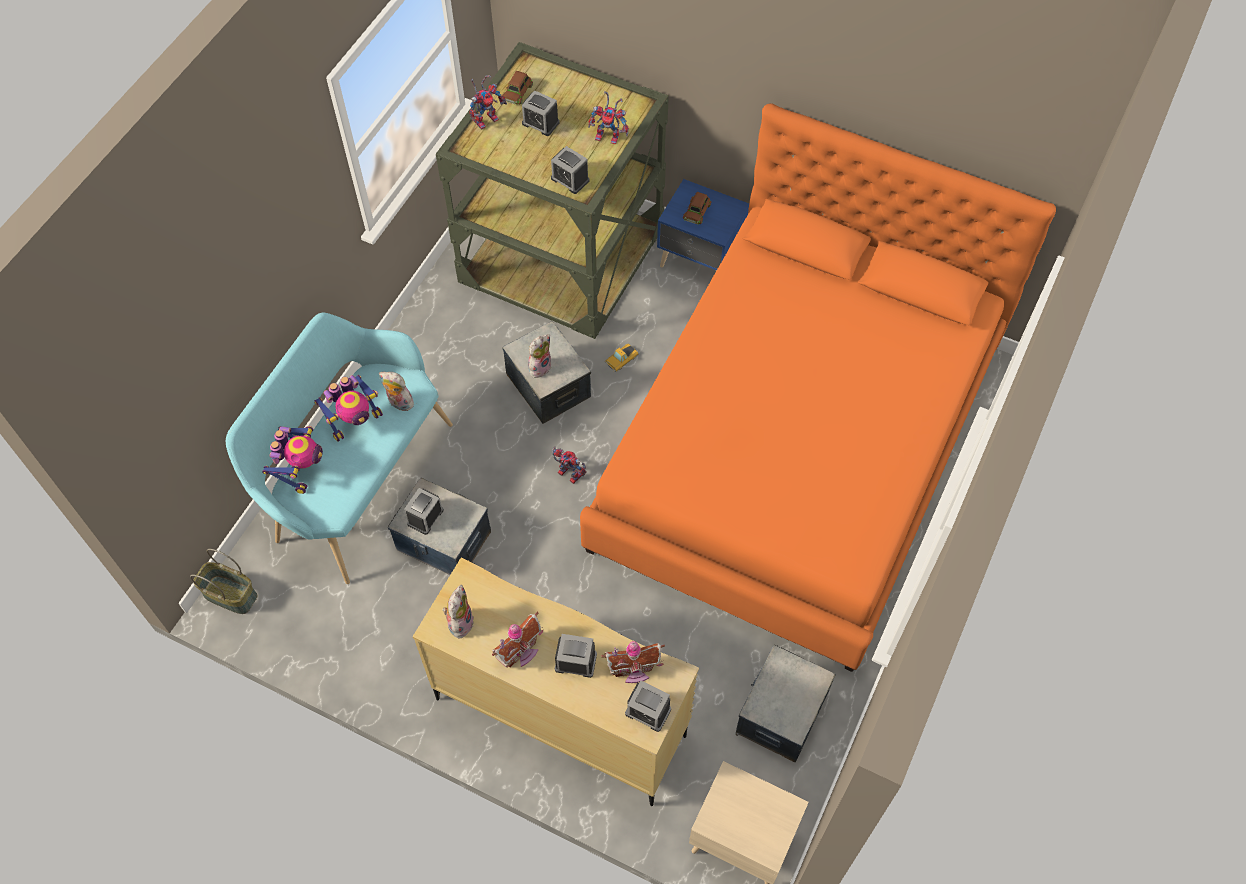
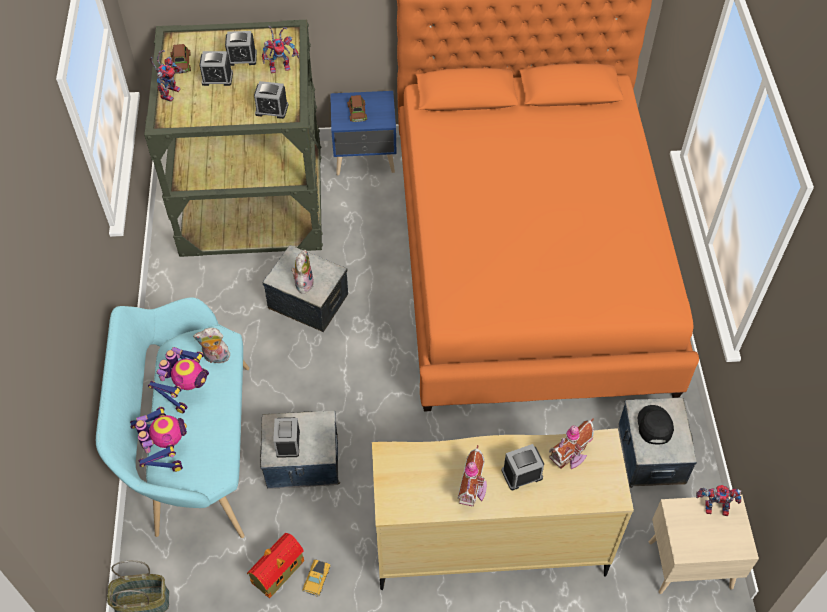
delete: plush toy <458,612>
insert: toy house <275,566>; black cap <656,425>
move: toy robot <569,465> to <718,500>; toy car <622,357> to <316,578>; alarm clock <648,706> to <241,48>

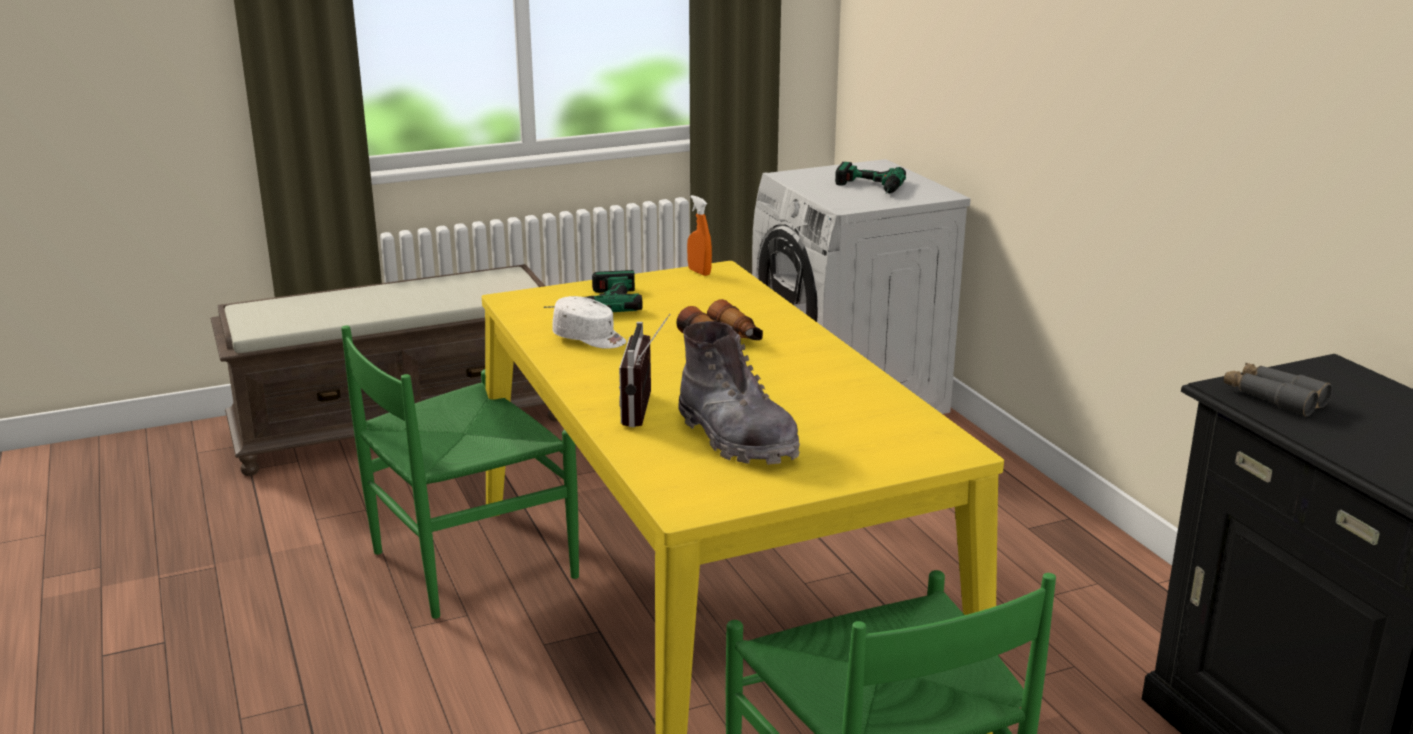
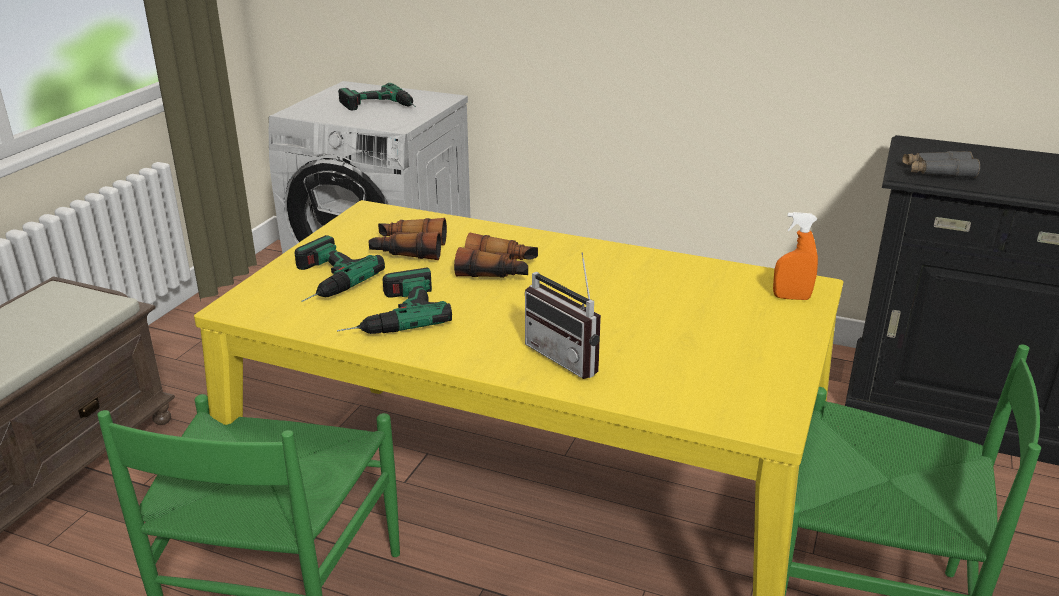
delete: grey boot <739,393>
insert: binoculars <408,239>
move: orange spray bottle <699,235> to <795,256>
replace: white cap <589,322> to power drill <394,301>

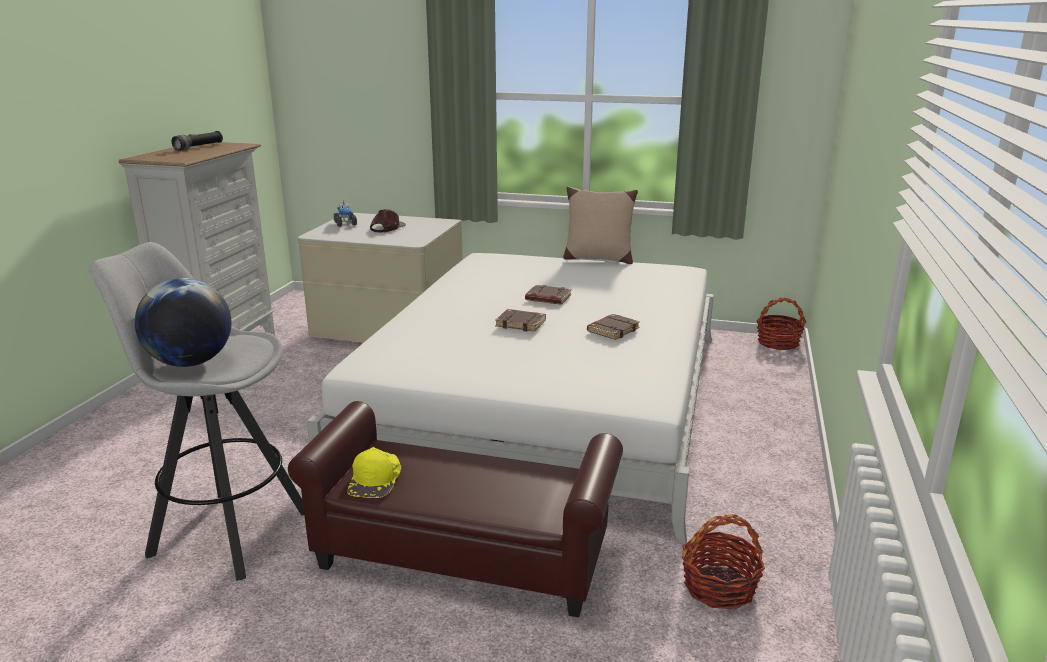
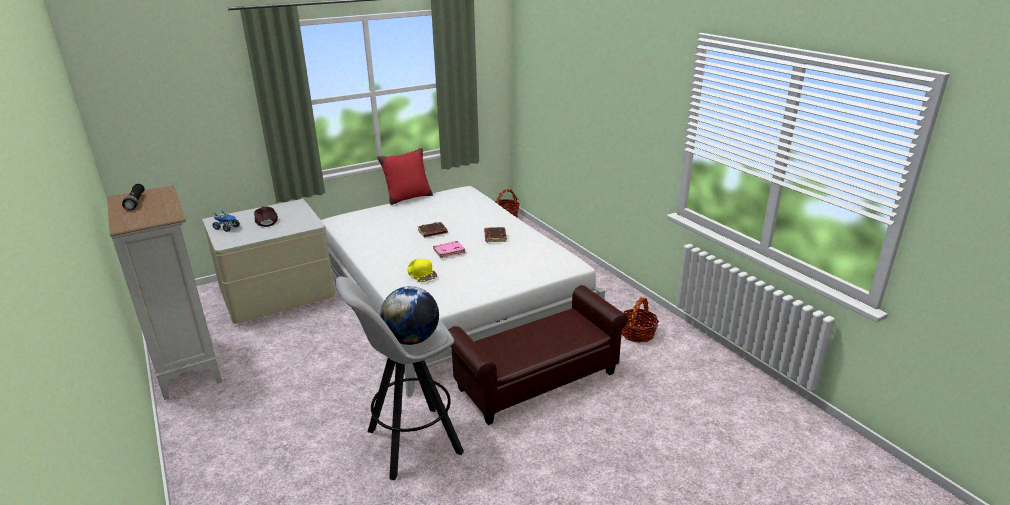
move: yellow cap <374,472> to <422,270>
recolor: brown book <520,320> to pink book <449,249>; beige pillow <600,225> to red pillow <405,176>

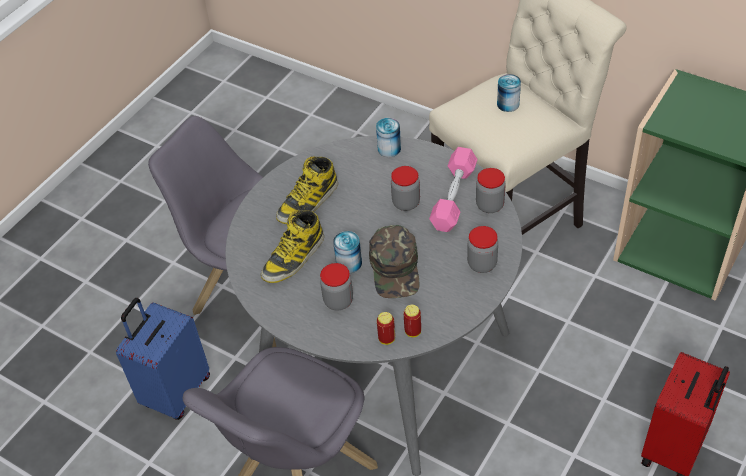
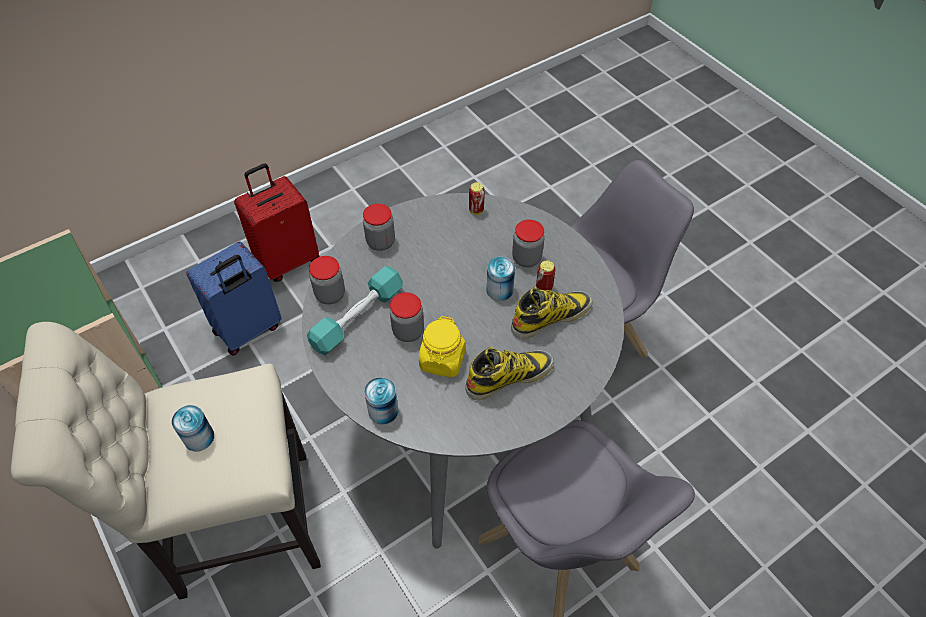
delete: green cap <394,261>
insert: yellow jar <442,347>
move: blue suitcase <163,359> to <234,298>; can <386,328> to <546,276>
recolor: pink dumbbell <453,189> to turquoise dumbbell <355,310>

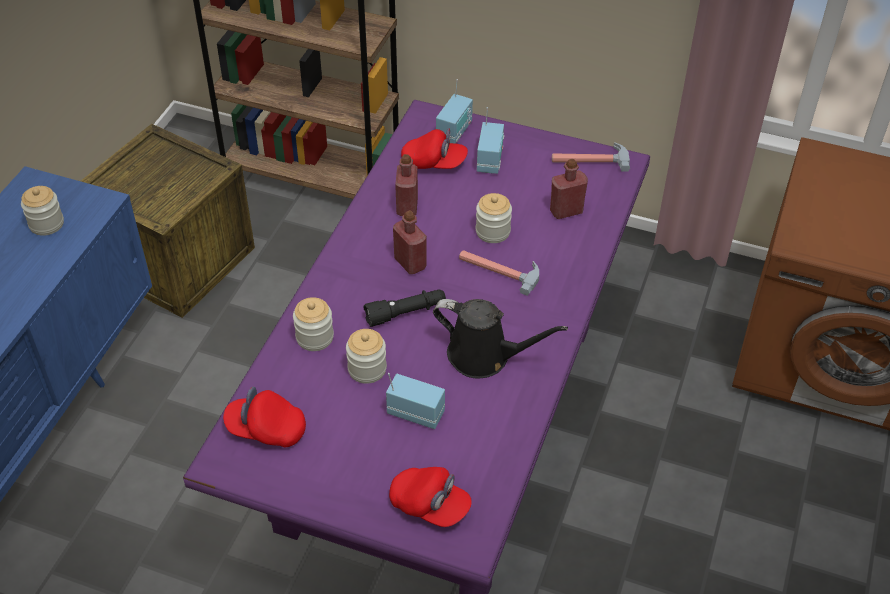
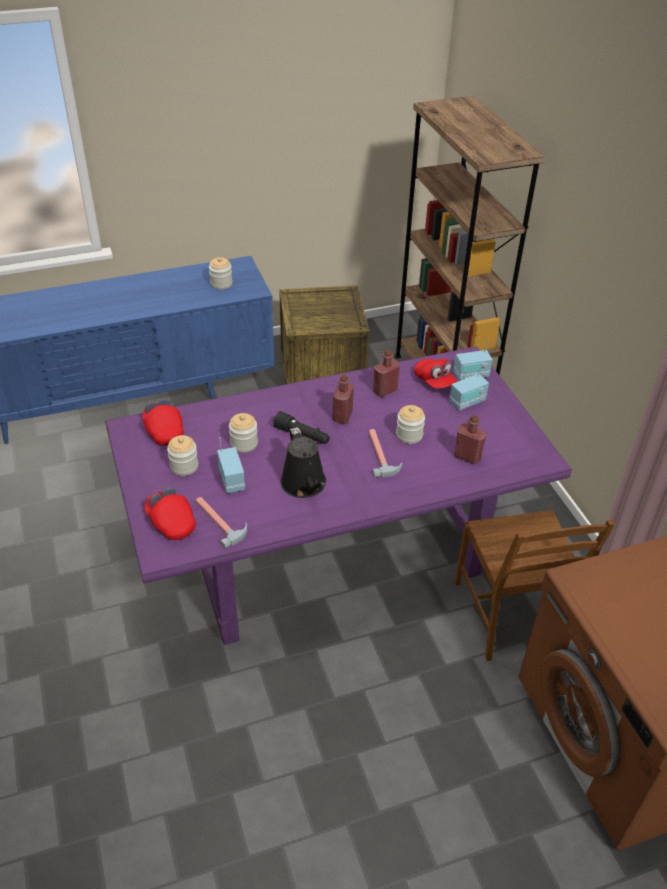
insert: brown chair <535,585>
move: jar <313,324> to <182,455>; hammer <591,157> to <221,523>
rotate: red cap <430,497> = <170,513> 150 degrees clockwise

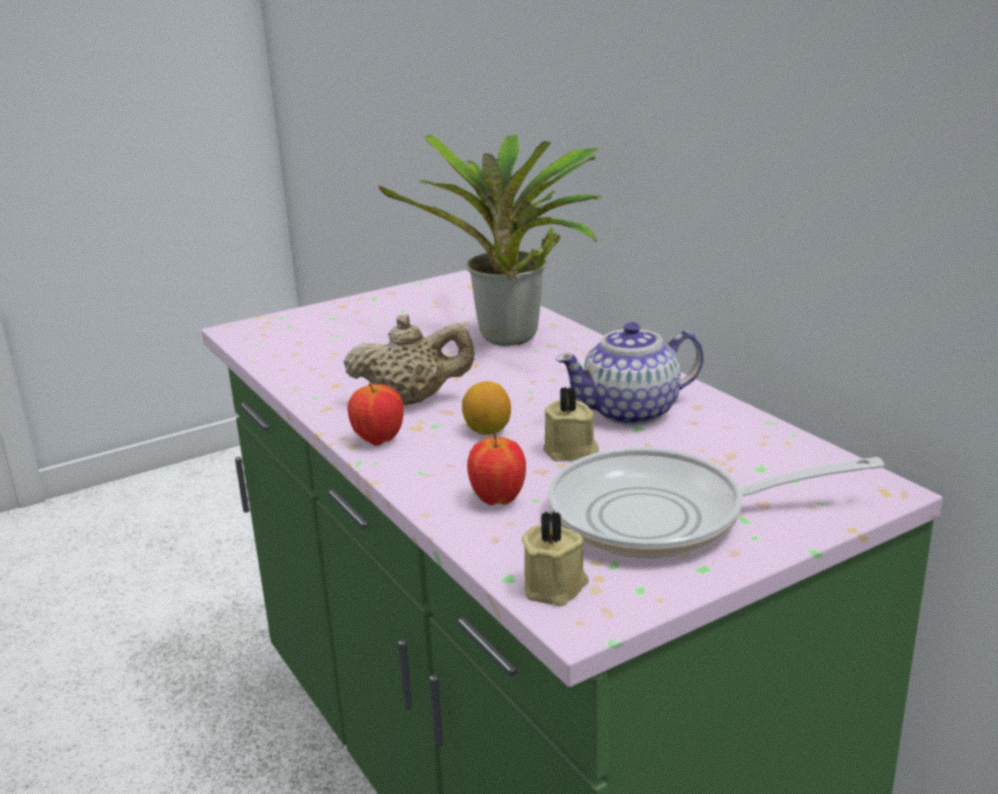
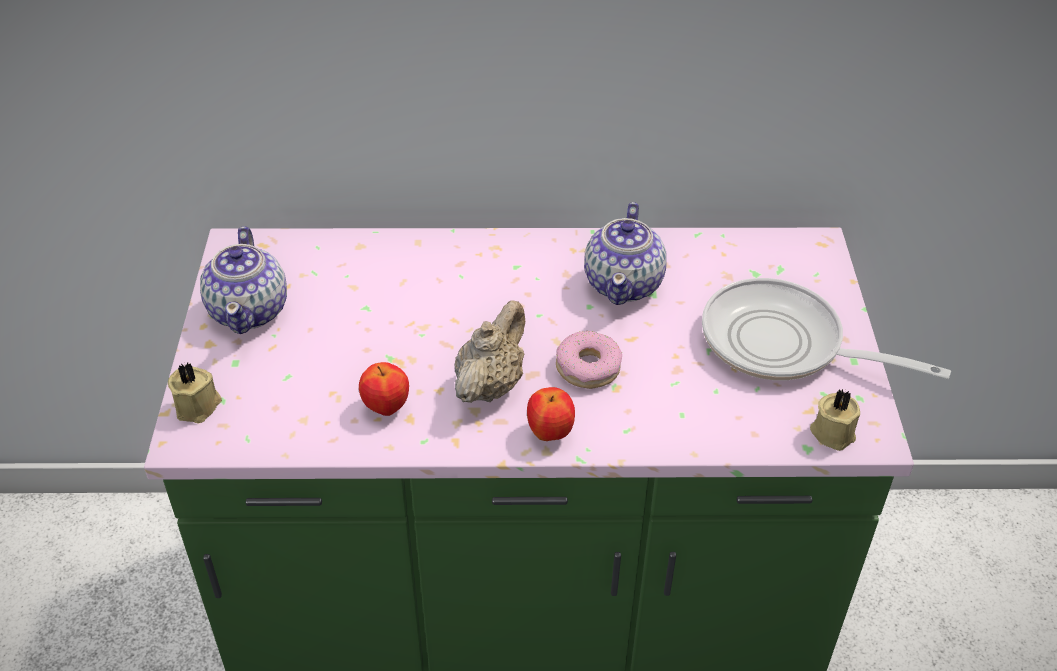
delete: potted plant <490,240>
insert: teapot <243,280>
move: apple <496,468> to <384,389>; beige candle <571,424> to <195,393>
replace: lemon <486,408> to donut <589,360>
rotate: frying pan <716,502> = <826,329> 90 degrees clockwise

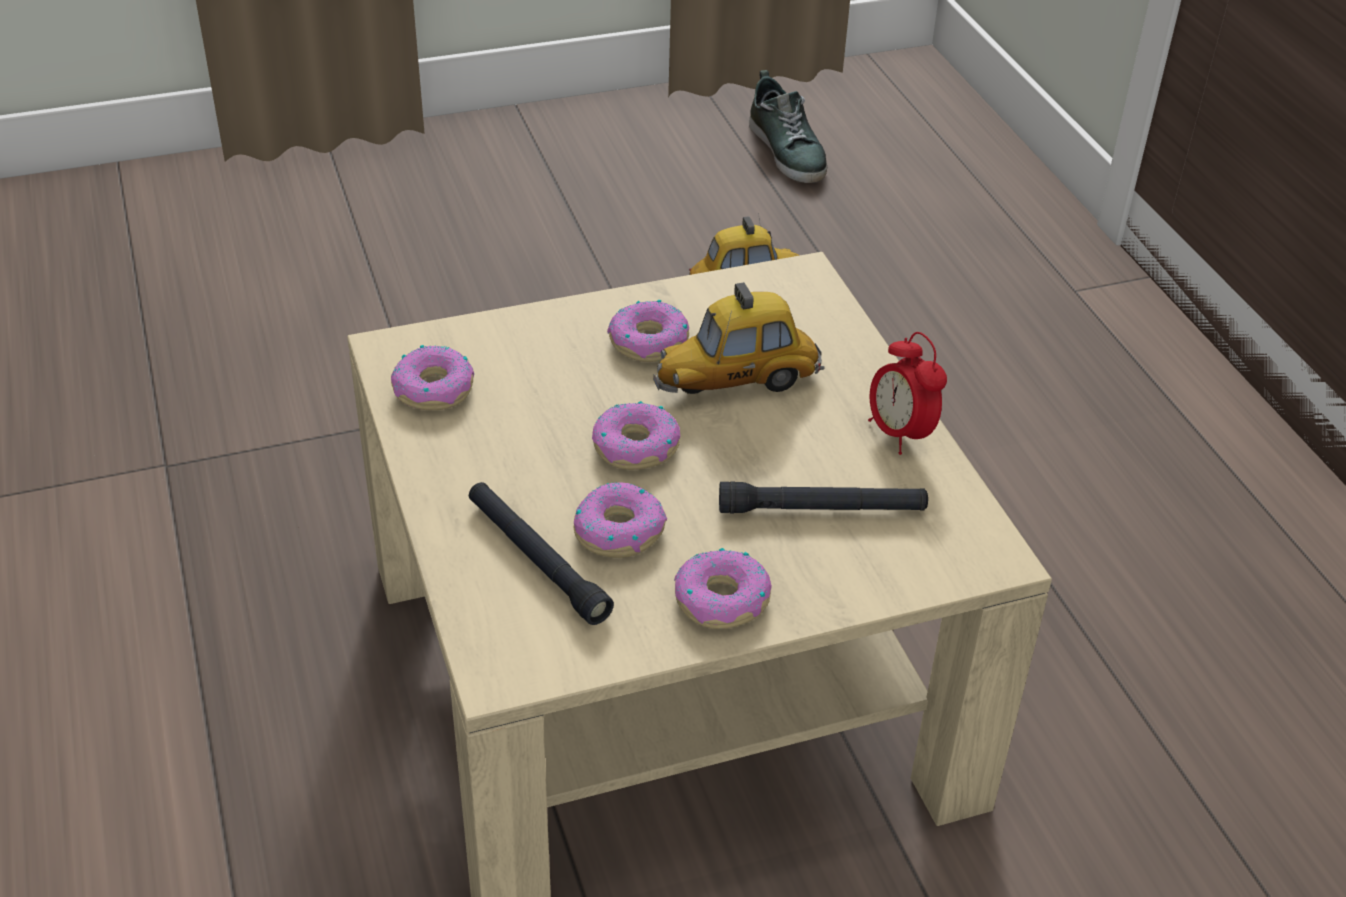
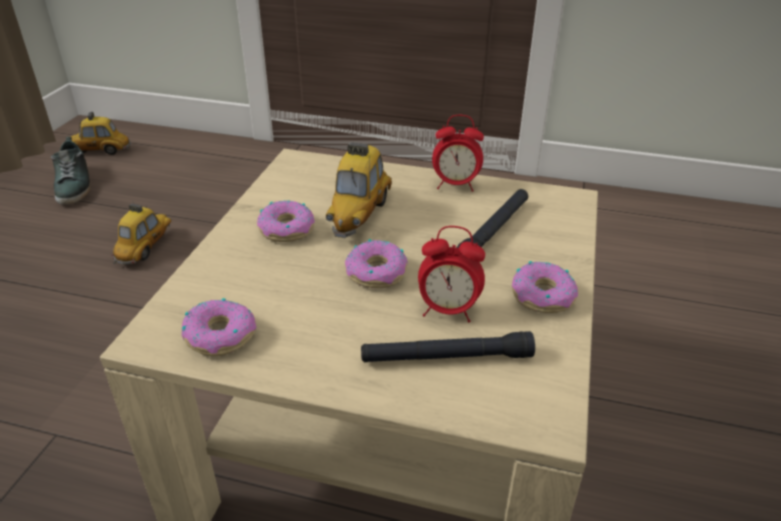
insert: toy car <98,133>
replace: donut <620,520> to alarm clock <451,274>
rotate: shoe <788,126> = <71,171> 60 degrees clockwise

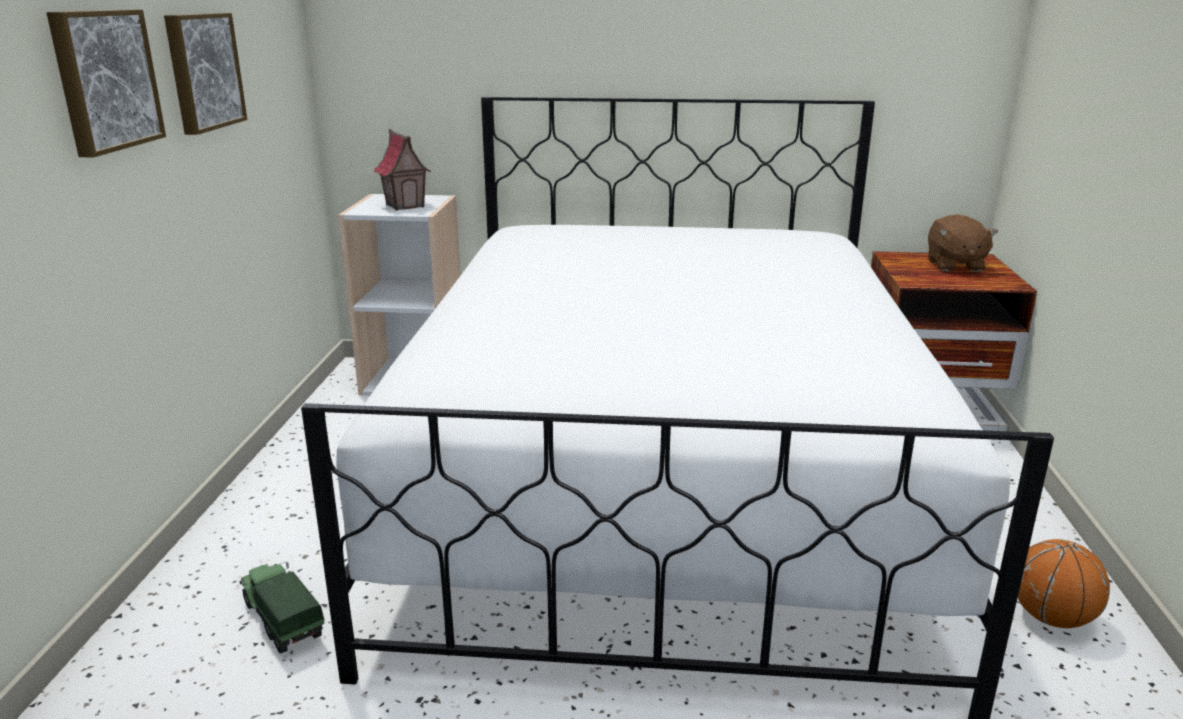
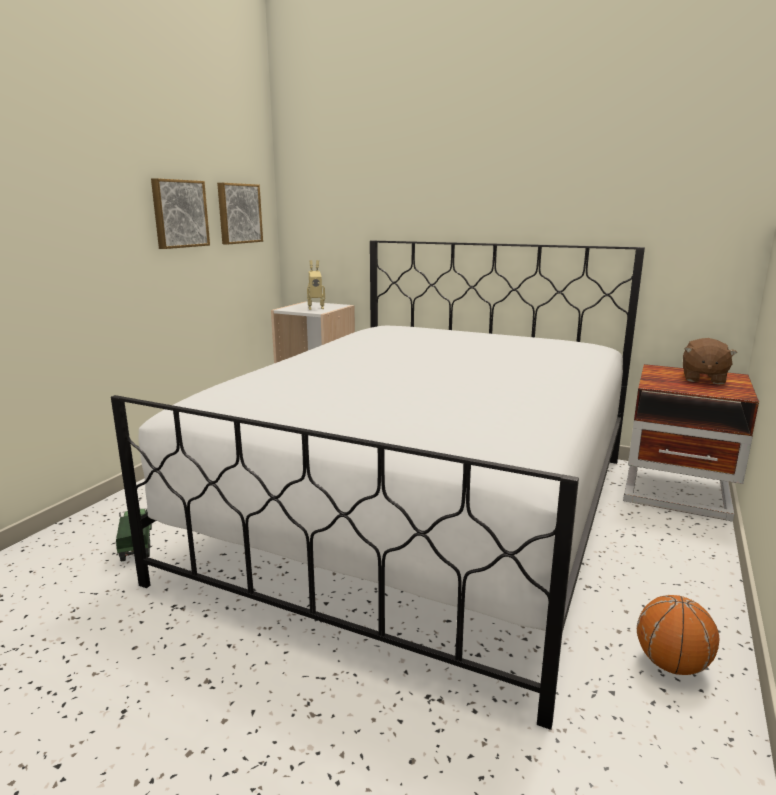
move: picture <106,83> to <240,214>
replace: toy house <402,170> to toy robot <316,285>

